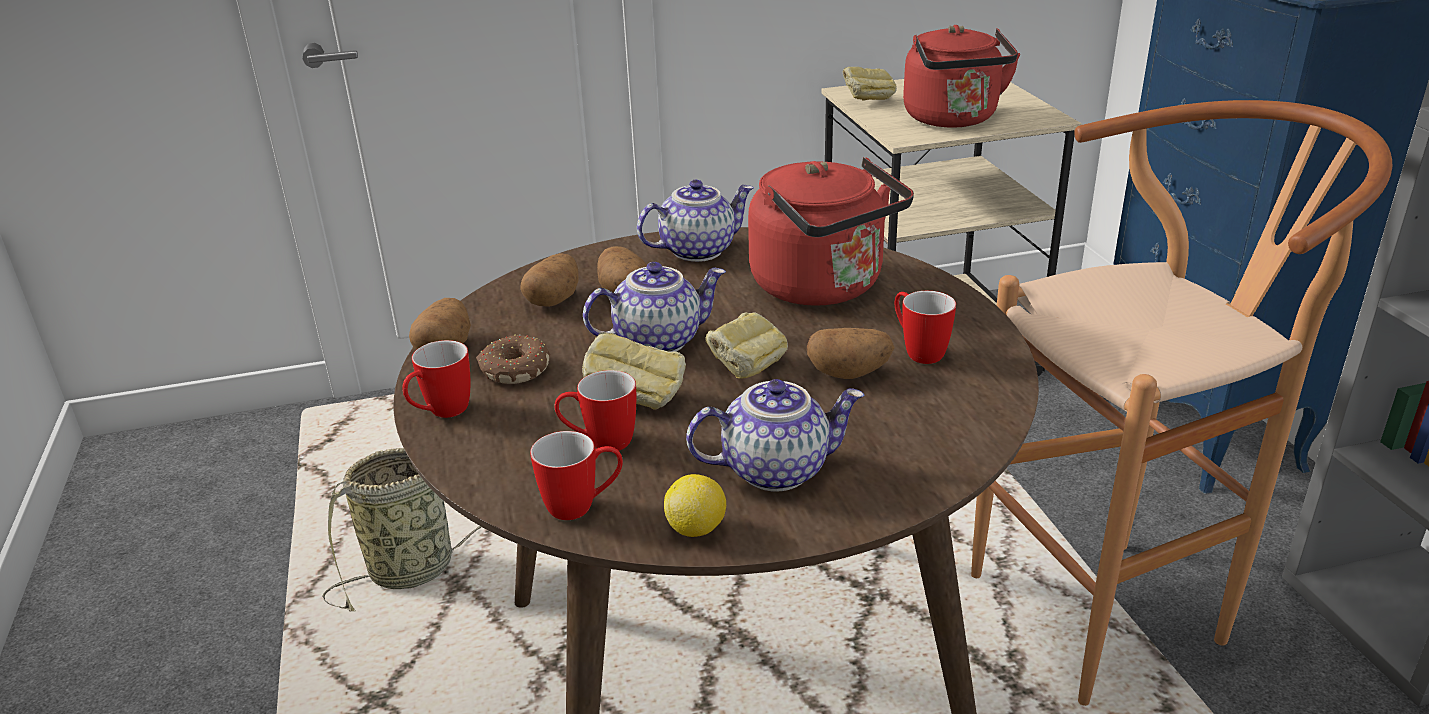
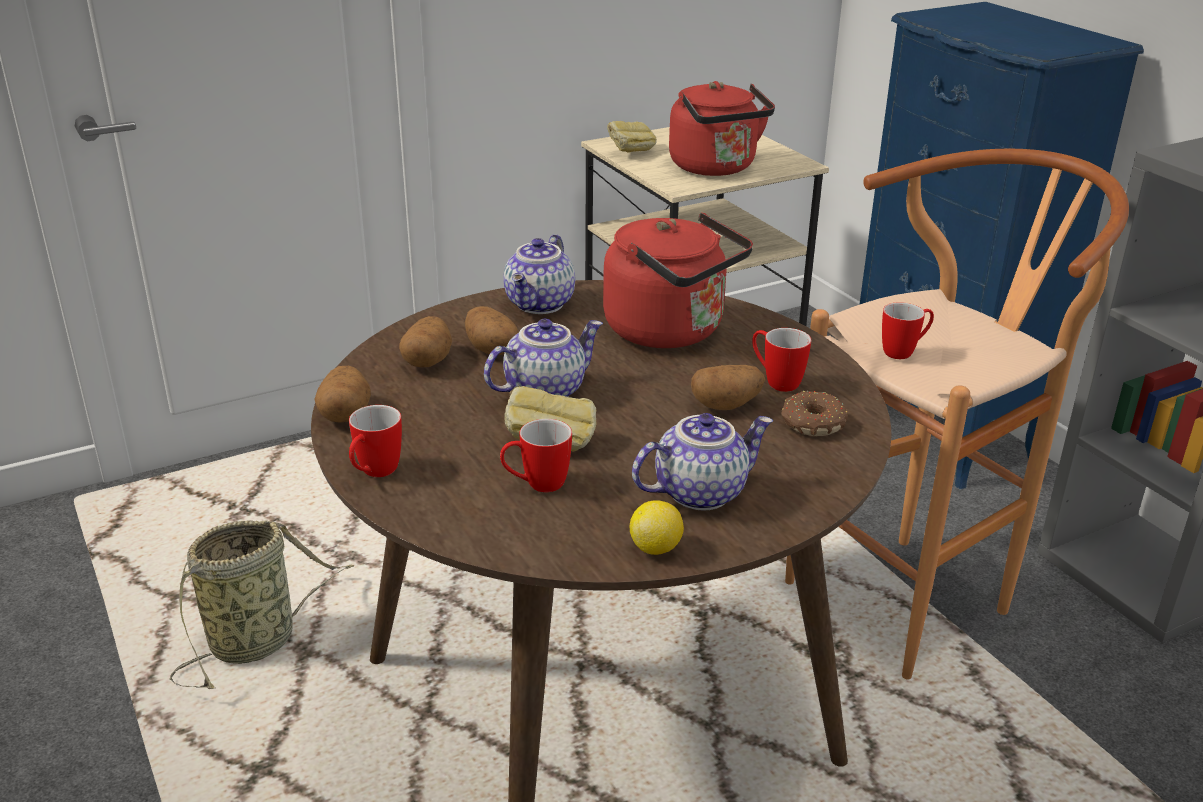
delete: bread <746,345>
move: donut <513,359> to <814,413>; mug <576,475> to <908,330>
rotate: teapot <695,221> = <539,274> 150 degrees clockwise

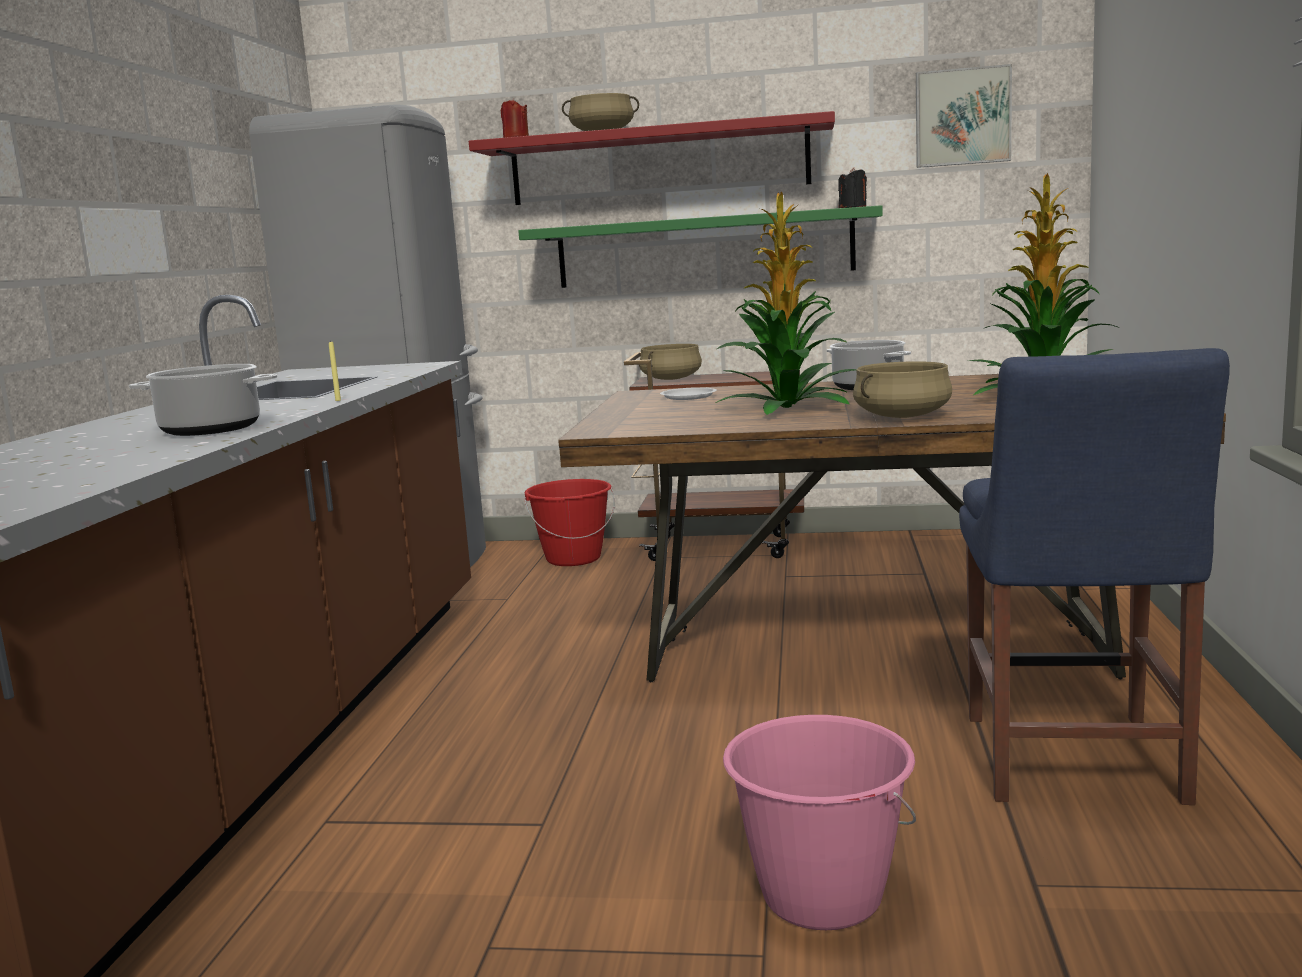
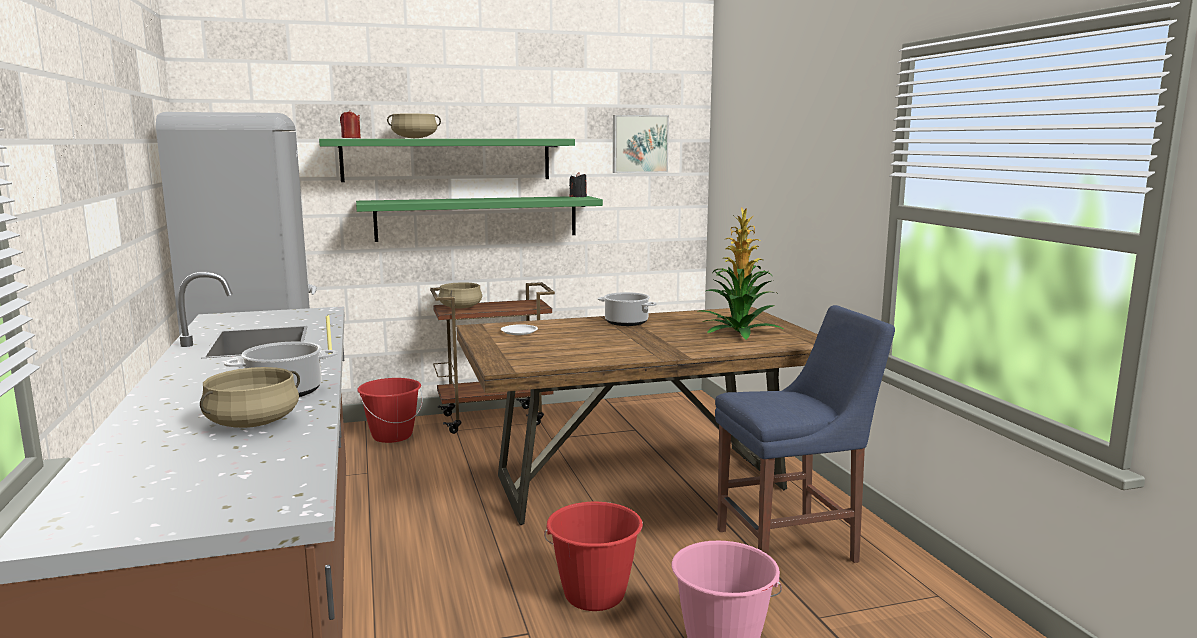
delete: potted plant <786,303>
insert: red bucket <593,556>
move: beige cooking pot <902,389> to <250,397>
recolor: red shelf <652,158> to green shelf <447,160>
rotate: blue chair <1094,576> = <805,434> 90 degrees counterclockwise

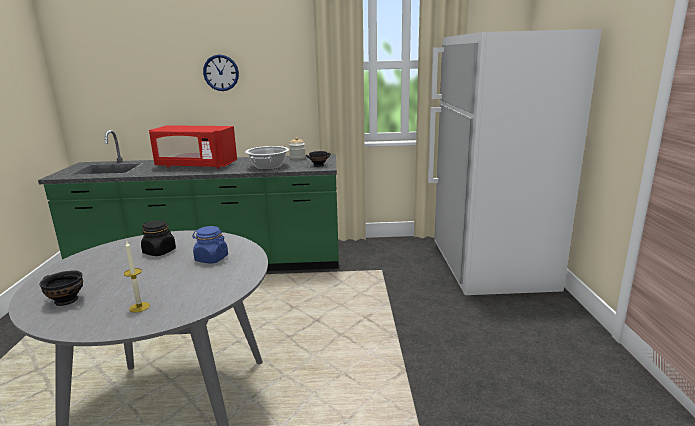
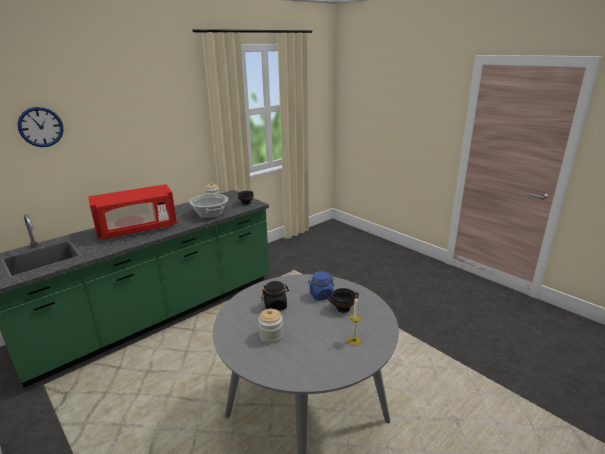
delete: white fridge <515,162>
insert: jar <270,326>
move: black bowl <61,288> to <343,300>; wall clock <221,72> to <40,127>

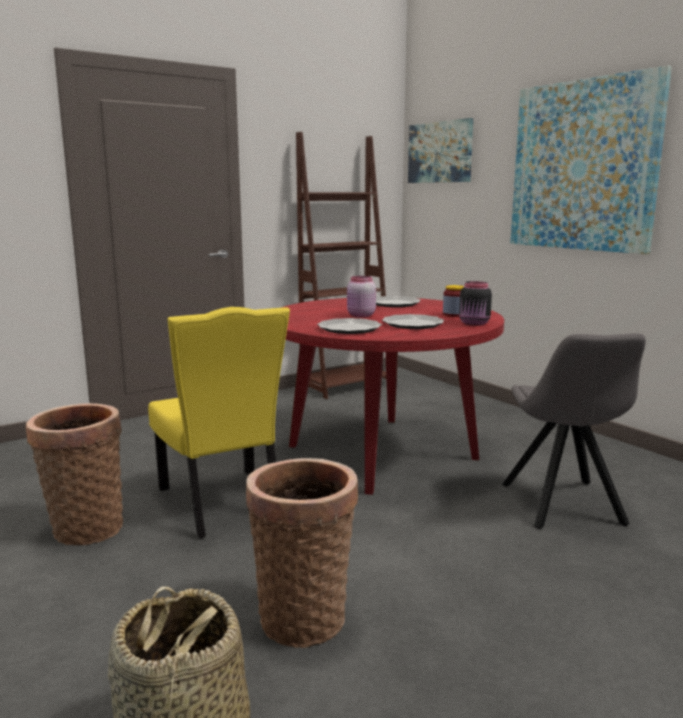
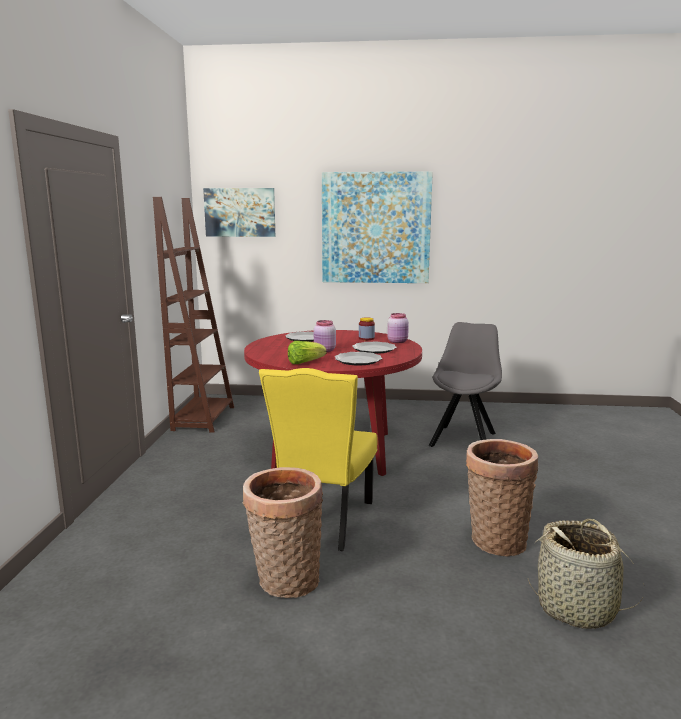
insert: lettuce <307,352>
recolor: black jar <475,303> to pink jar <398,328>
rotate: yellow chair <219,422> = <318,459> 90 degrees clockwise; grey chair <574,431> = <465,384> 105 degrees counterclockwise

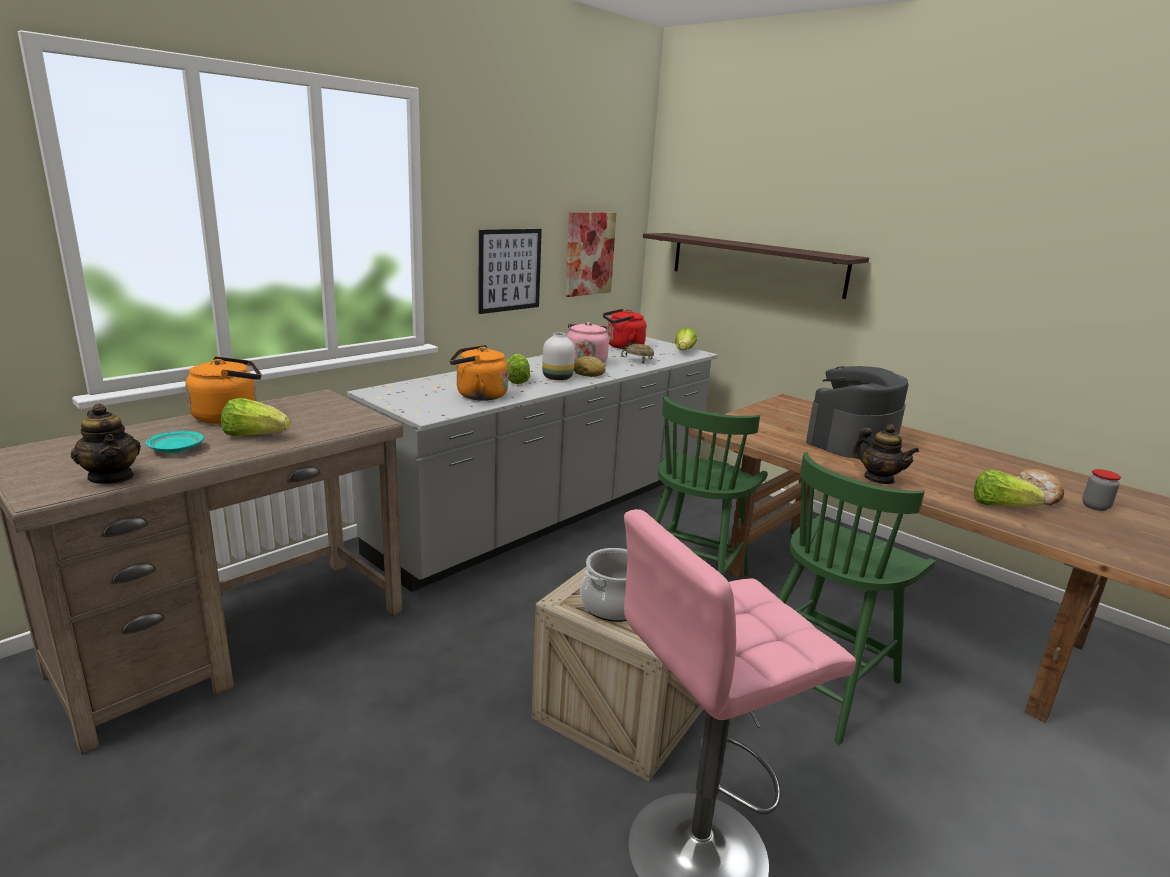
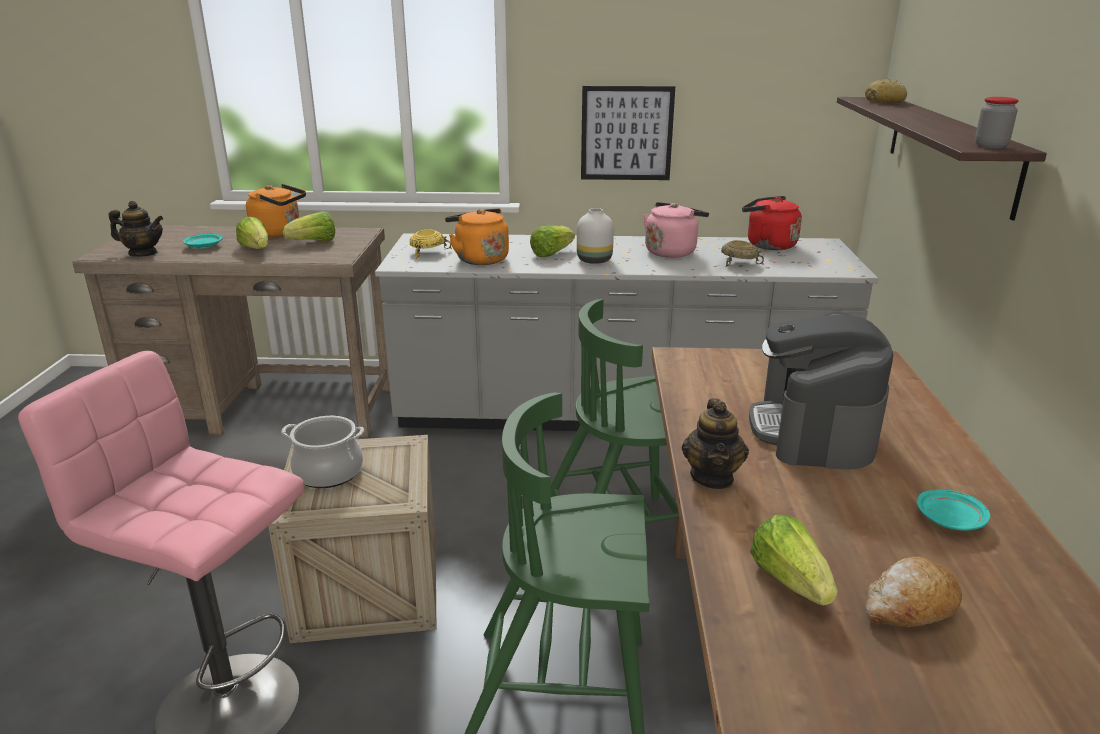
delete: picture <590,254>
insert: yellow bowl <431,244>; turquoise plate <953,510>
move: bread <589,366> to <886,91>; lettuce <686,338> to <309,226>; jar <1101,490> to <997,122>
rotate: teapot <106,444> = <136,229> 90 degrees counterclockwise; coffee machine <857,412> = <821,391> 90 degrees counterclockwise

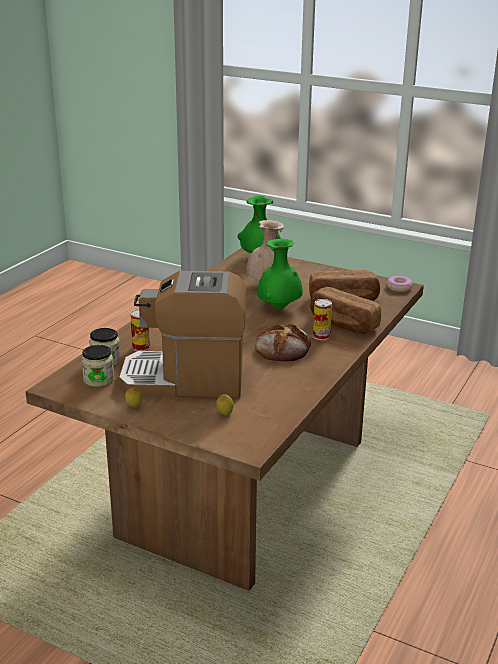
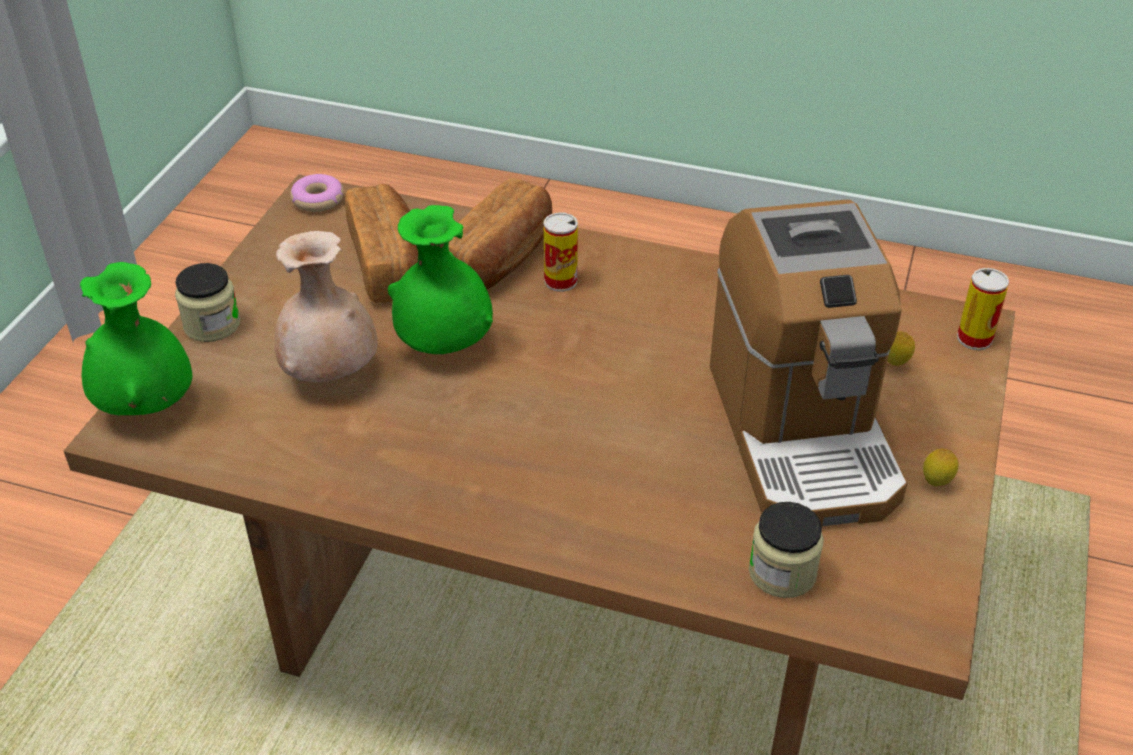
delete: bread <283,342>
move: jar <98,366> to <207,302>; can <140,330> to <983,309>

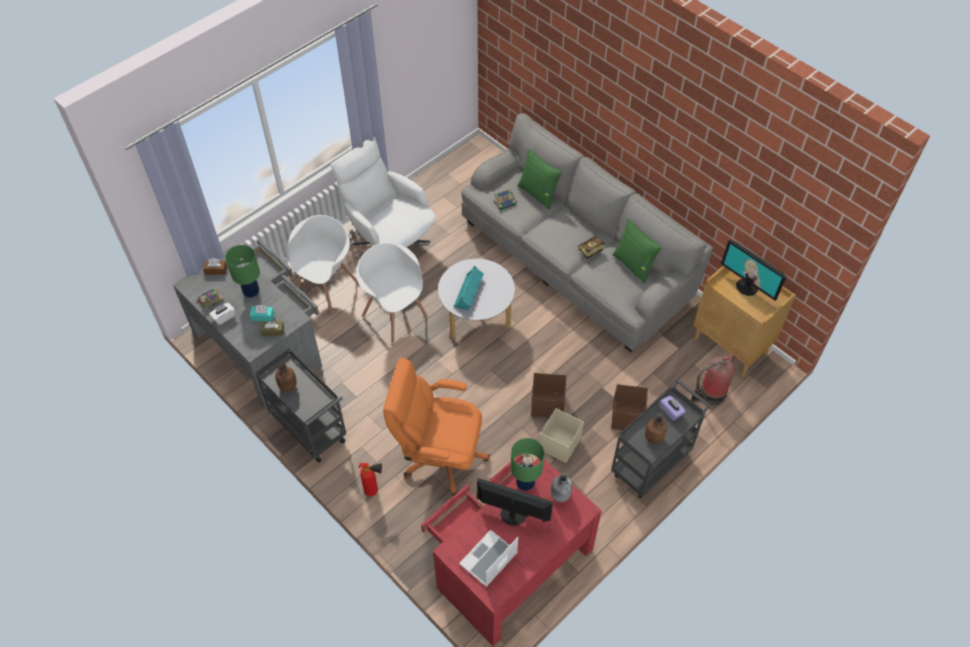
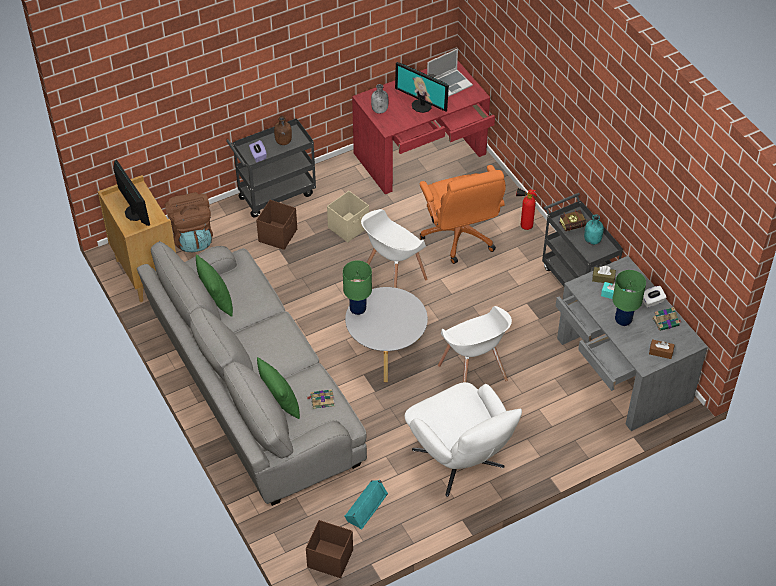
move: white chair <323,264> to <394,248>; turquoise speaker <469,288> to <366,505>; green table lamp <527,464> to <357,287>; brown storage box <548,395> to <329,549>; book <591,248> to <572,220>
replace: fire extinguisher <713,379> to brown backpack <189,222>
recolor: brown bottle <286,377> to turquoise bottle <594,229>
rotate: orange office chair <436,427> = <463,214> 45 degrees clockwise

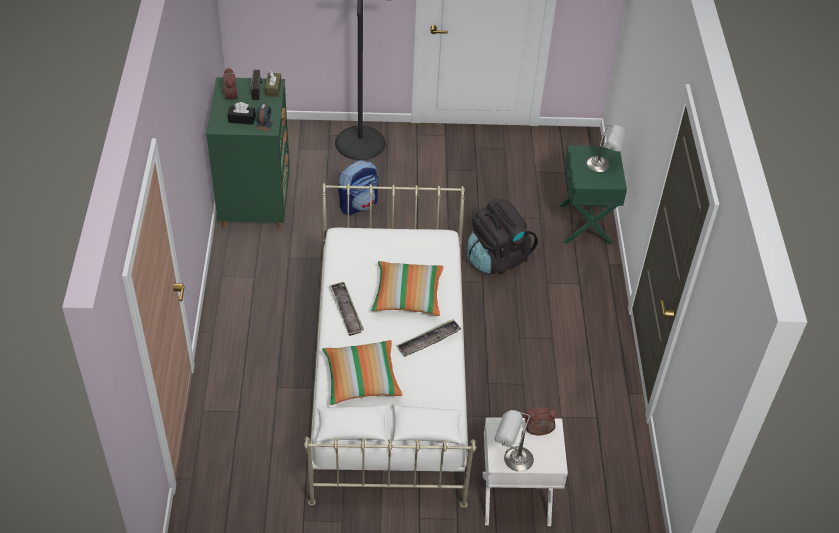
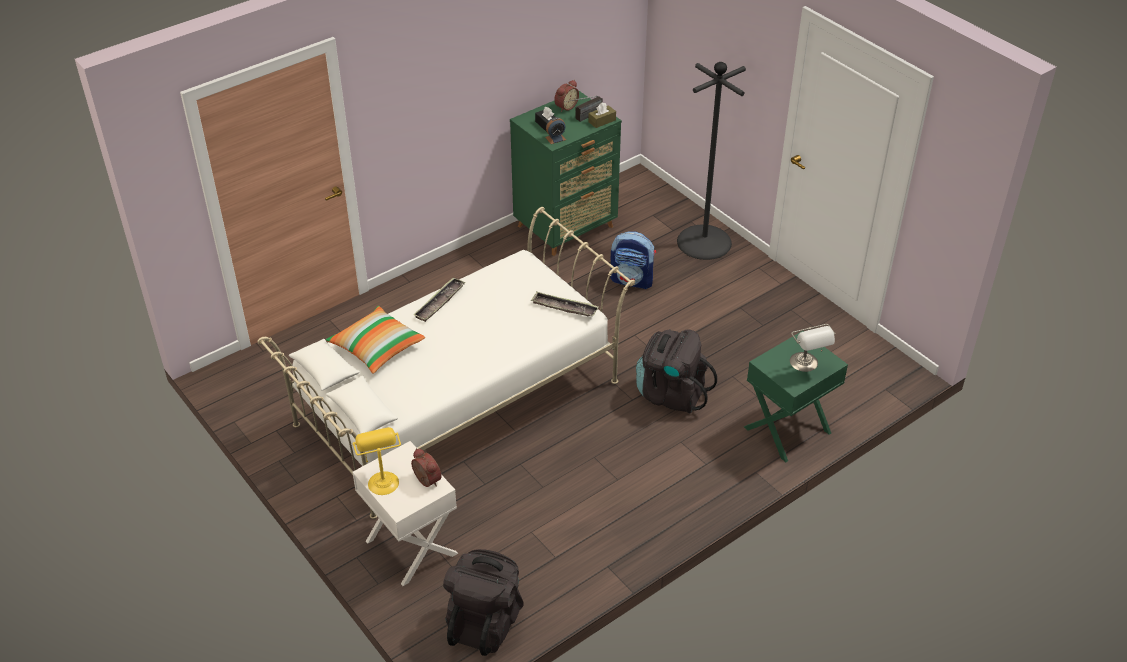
delete: pillow <407,288>
insert: black backpack <483,602>
move: tray <428,338> to <565,304>
recolor: white table lamp <514,441> to yellow table lamp <377,461>

